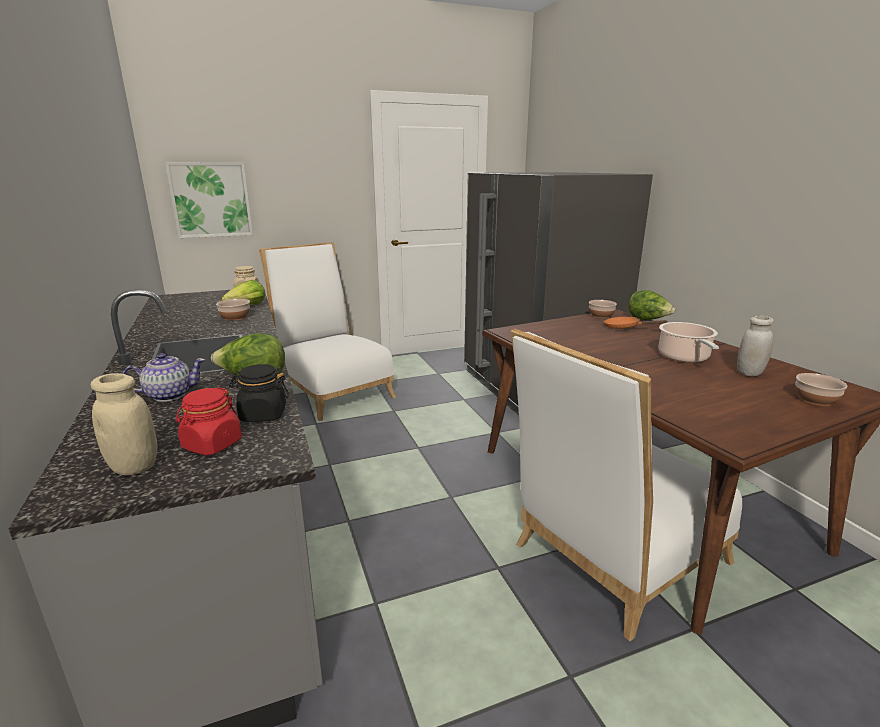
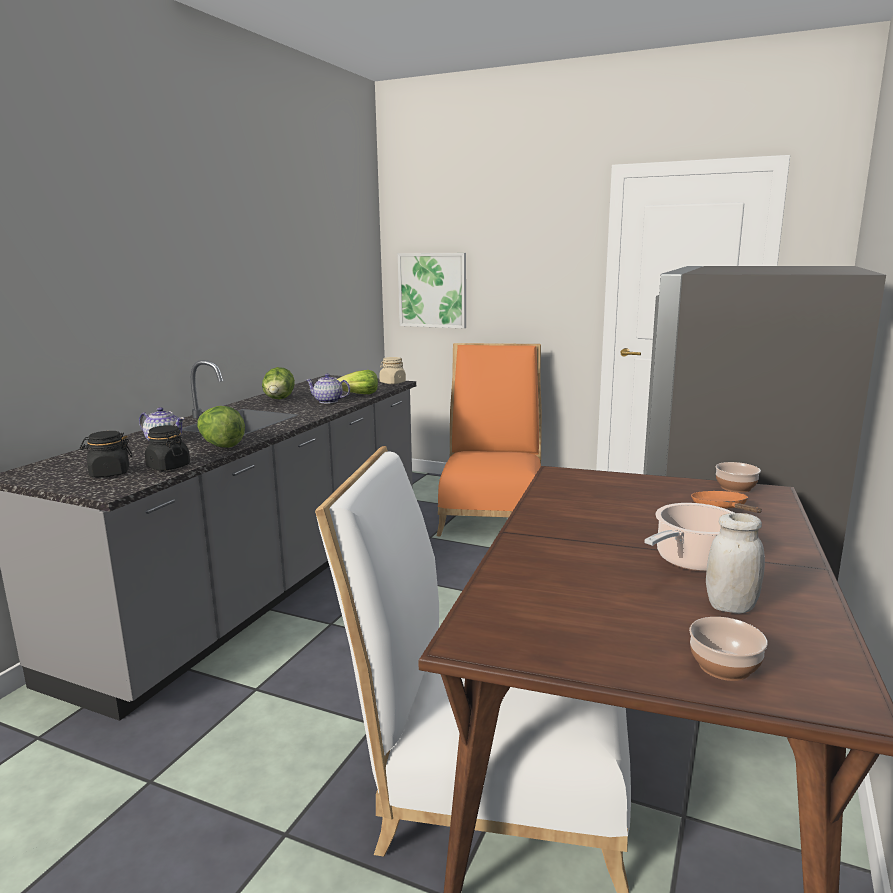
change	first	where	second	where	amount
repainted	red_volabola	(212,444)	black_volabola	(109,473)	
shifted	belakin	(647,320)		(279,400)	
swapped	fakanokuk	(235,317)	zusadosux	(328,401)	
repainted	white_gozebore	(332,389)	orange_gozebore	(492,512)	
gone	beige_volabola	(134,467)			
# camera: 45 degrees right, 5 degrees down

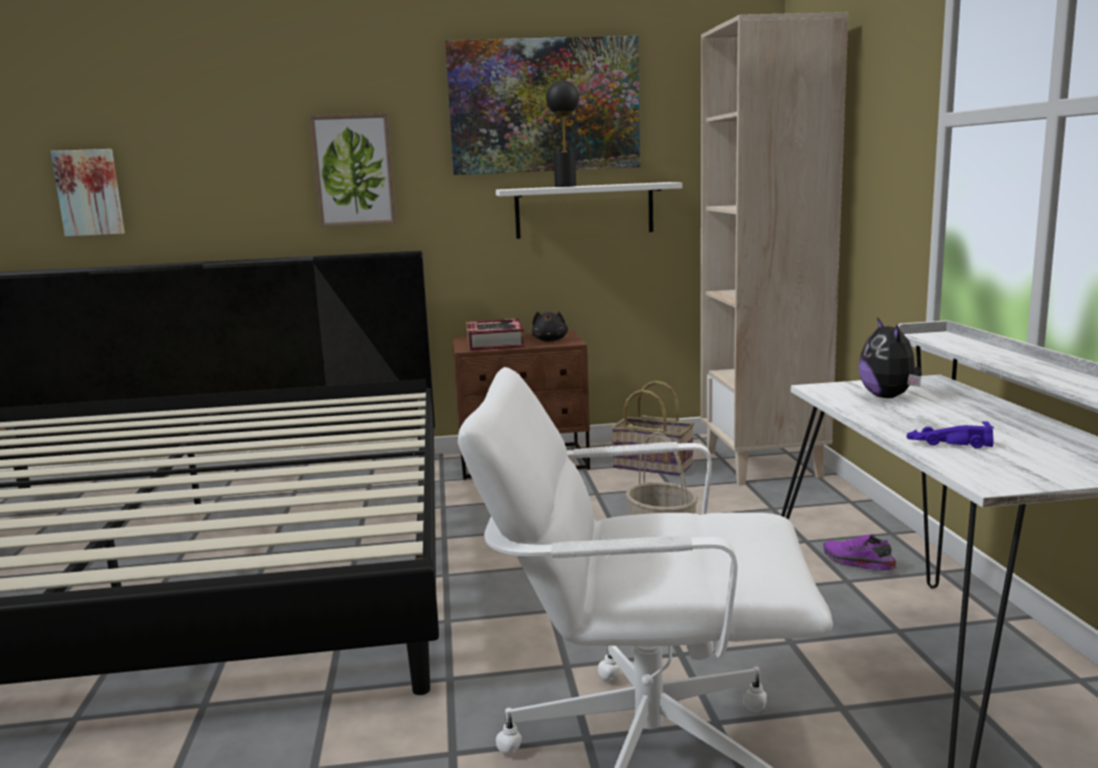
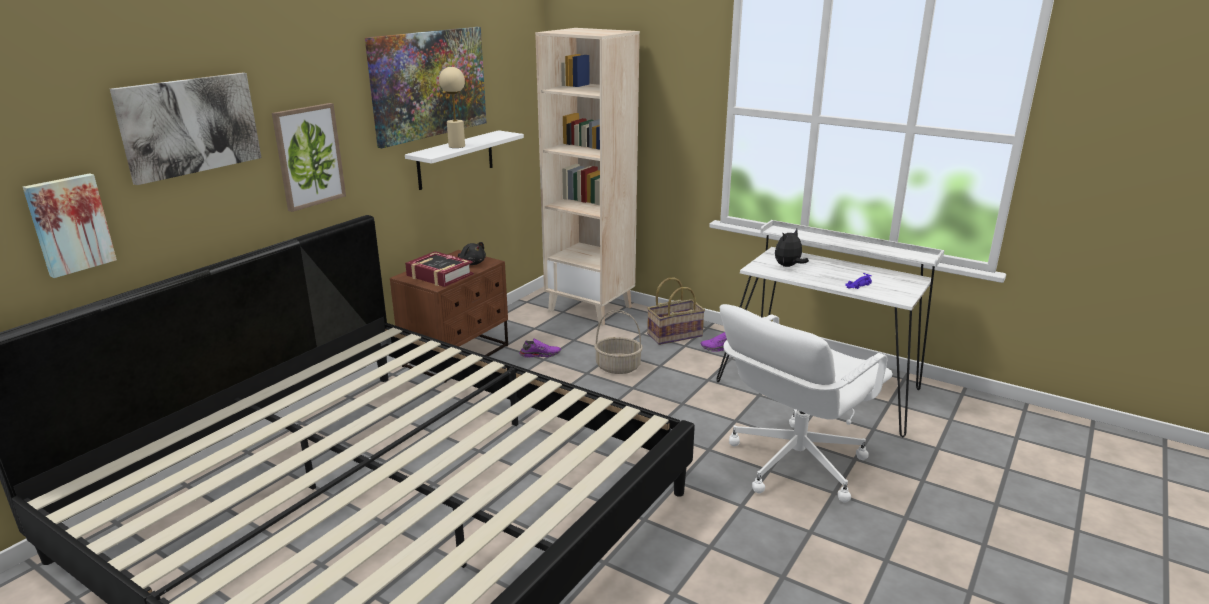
change	first	where	second	where	amount
new			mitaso	(189,125)	
repainted	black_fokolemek	(565,186)	beige_fokolemek	(457,146)	
new			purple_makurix	(540,354)	
shifted	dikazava	(653,465)		(674,335)	
rotated	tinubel	(889,397)		(788,266)	105 degrees clockwise
# camera: 50 degrees left, 10 degrees up

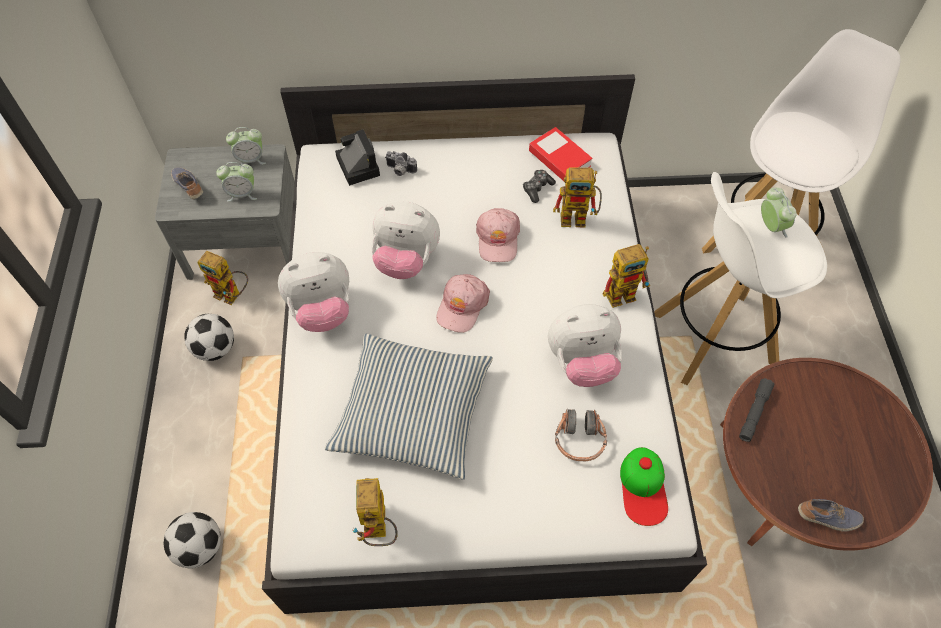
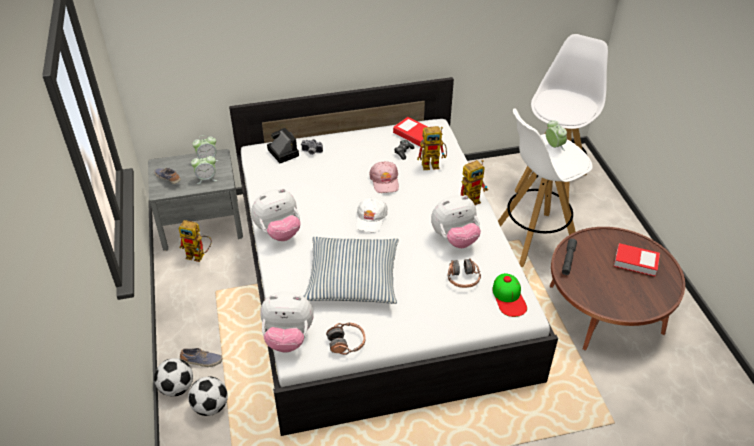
change	first	where	second	where	amount
shifted	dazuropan	(215,348)		(176,388)	
shifted	makurix	(828,518)		(201,361)	
shifted	tinubel	(406,260)		(288,338)	
swapped	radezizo	(379,530)	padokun	(346,343)	
repainted	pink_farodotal	(462,306)	white_farodotal	(370,218)	
new			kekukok	(635,262)	
# camera: 10 degrees left, 15 degrees down

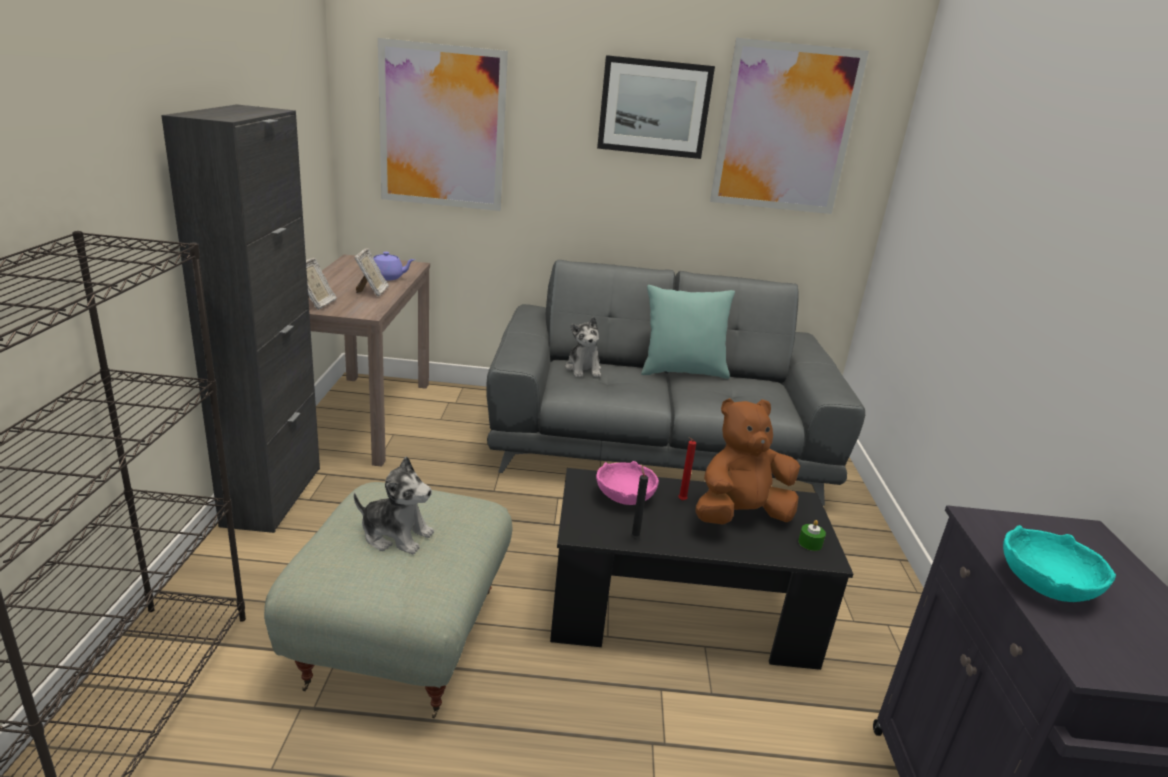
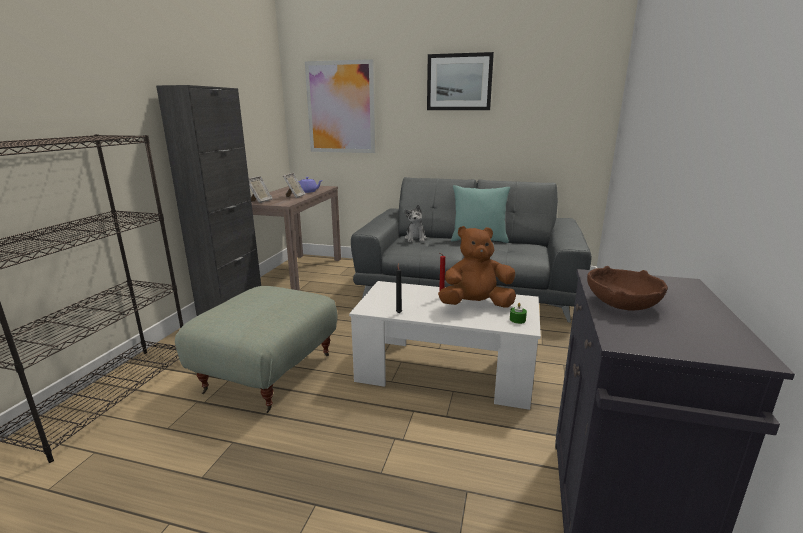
change	first	where	second	where	amount
repainted	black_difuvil	(680,609)	white_difuvil	(445,371)	
repainted	turquoise_fakanokuk	(1046,585)	brown_fakanokuk	(622,304)	
gone	tinubel	(396,535)			
gone	pink_fakanokuk	(625,497)			
gone	mitaso	(785,129)			
# camera: 15 degrees right, 5 degrees down

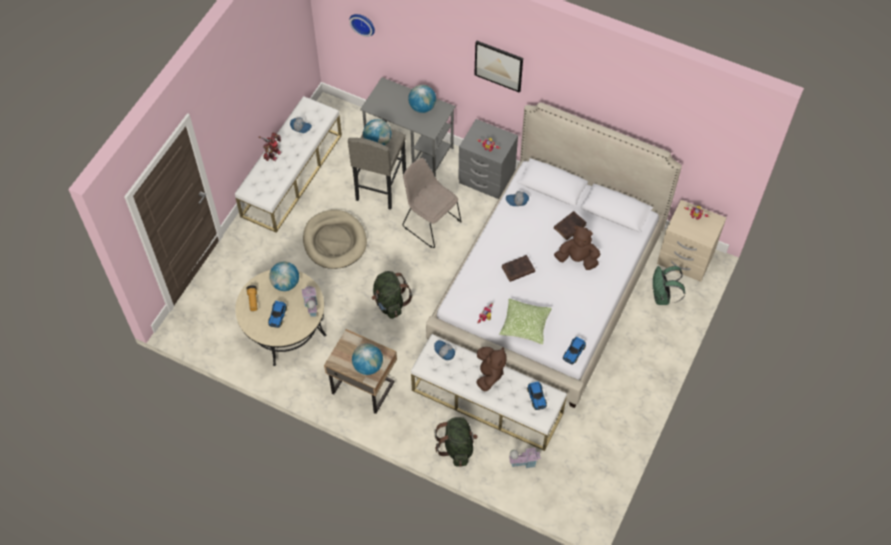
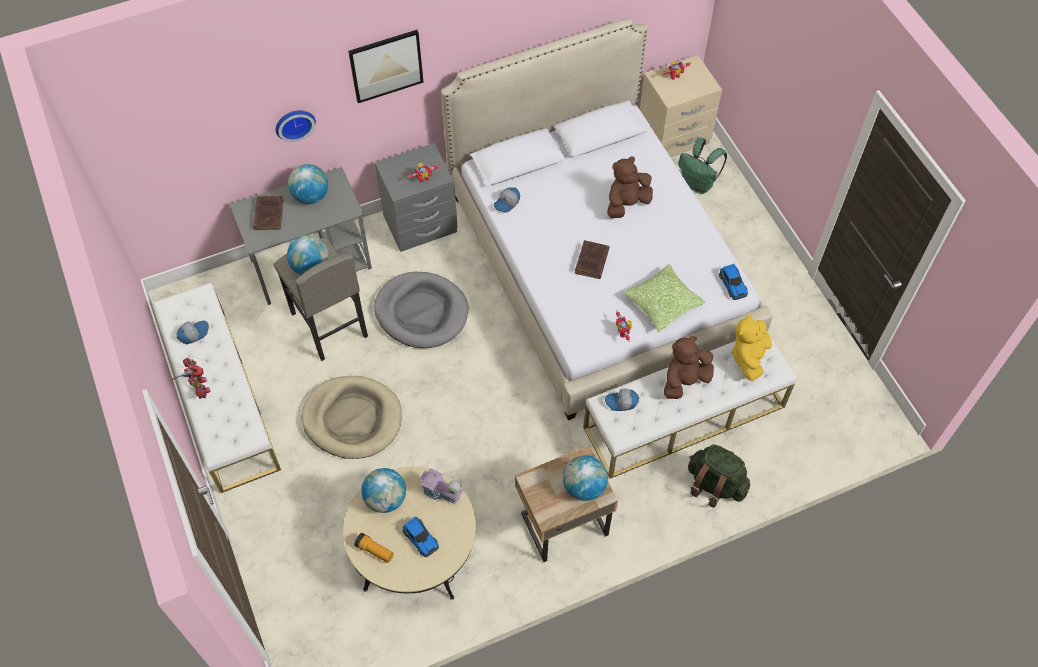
change	first	where	second	where	amount
shifted	brown_kekukok	(570,226)		(269,213)	
shifted	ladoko	(363,23)		(294,123)	
swapped	beige_gozebore	(430,222)	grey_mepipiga	(421,312)	
rotated	brown_tinubel	(489,374)		(685,380)	75 degrees counterclockwise
swapped	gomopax	(536,396)	yellow_tinubel	(749,357)	
gone	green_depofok	(390,302)			
gone	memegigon	(524,462)			
# camera: 50 degrees left, 0 degrees up

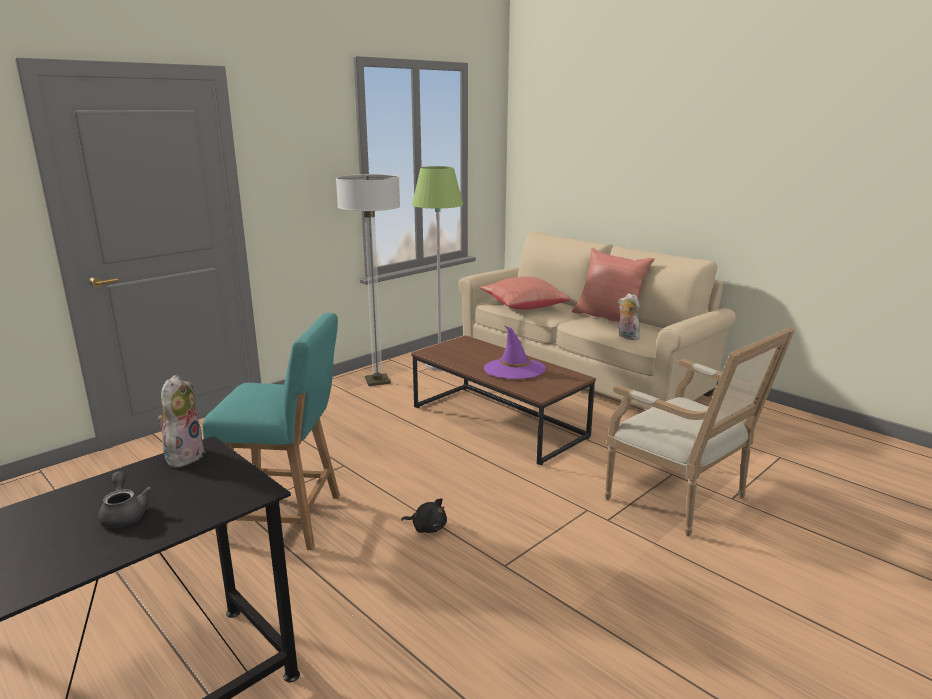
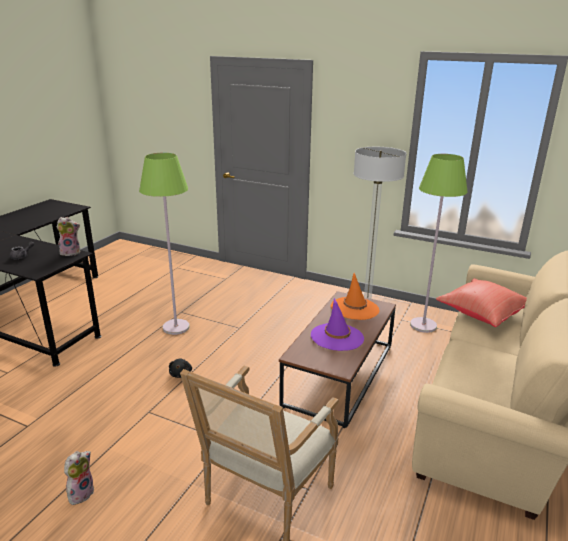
change	first	where	second	where	amount
shifted	tinubel	(626,337)		(81,493)	
swapped	turquoise_gozebore	(289,519)	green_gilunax	(176,327)	
new			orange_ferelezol	(354,308)	
gone	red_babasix	(609,318)			
# camera: 70 degrees right, 5 degrees up

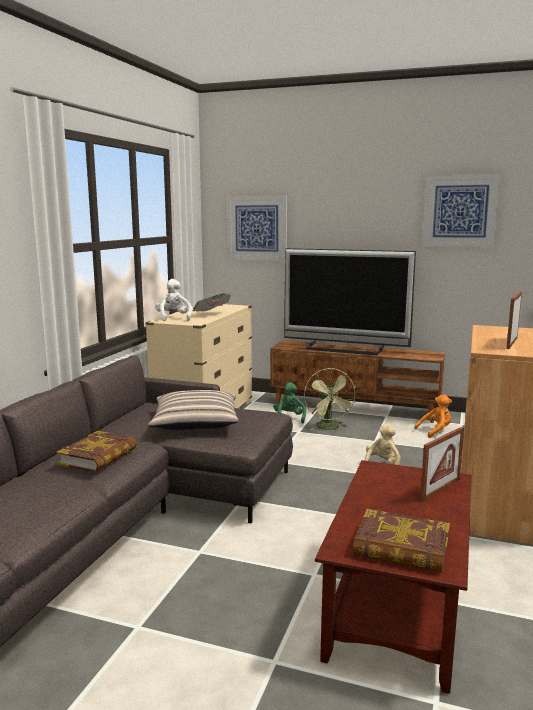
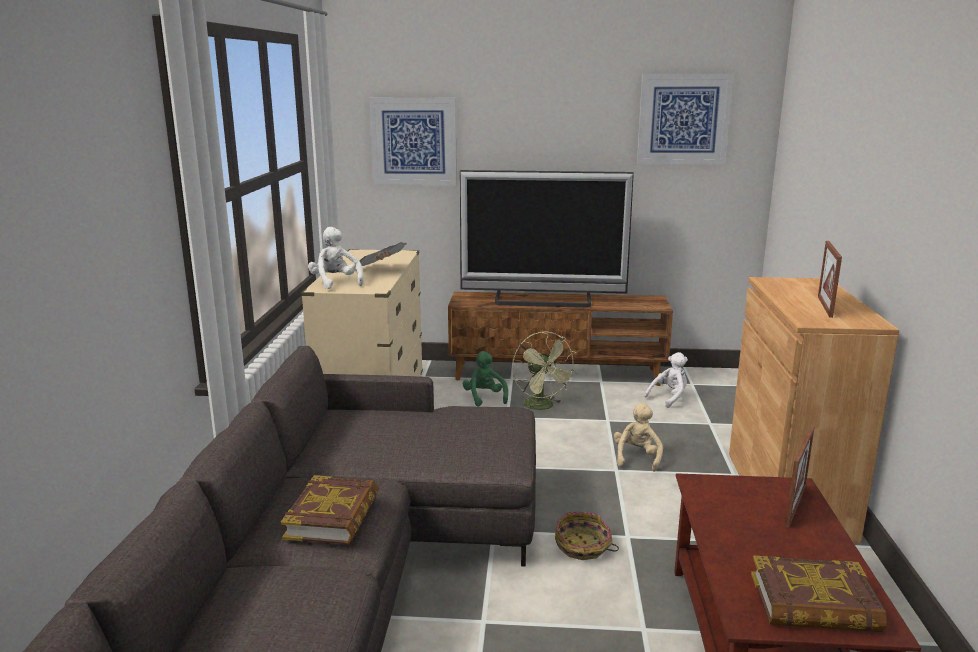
change	first	where	second	where	amount
new			dikazava	(583,546)	
repainted	orange_tinubel	(435,431)	white_tinubel	(669,398)	
gone	babasix	(195,422)			
# camera: 15 degrees left, 5 degrees up

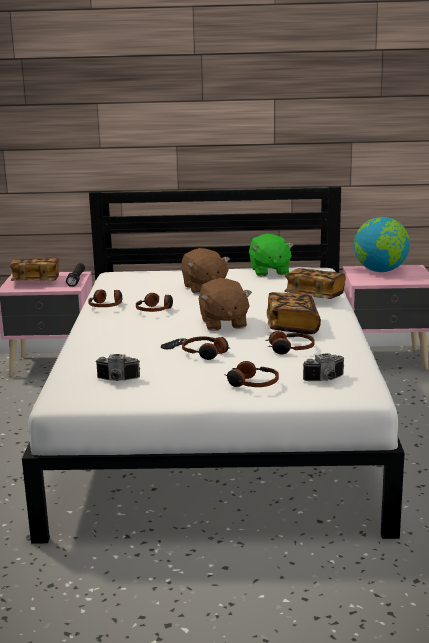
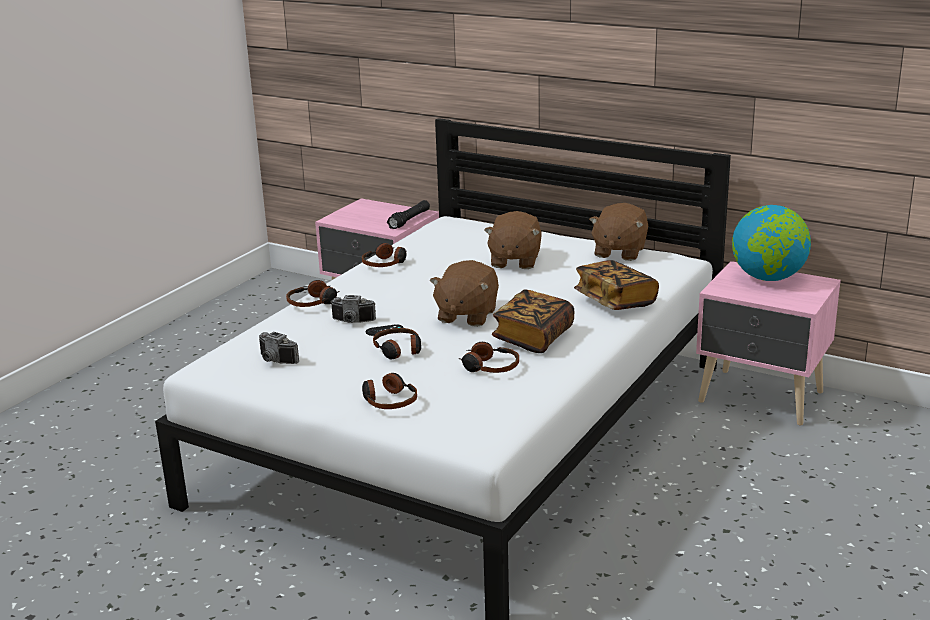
change	first	where	second	where	amount
shifted	padokun	(155,310)		(313,302)	
shifted	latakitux	(326,380)		(352,322)	
repainted	green_tinubel	(269,271)	brown_tinubel	(619,252)	
gone	kekukok	(36,281)			
# camera: 30 degrees right, 5 degrees up

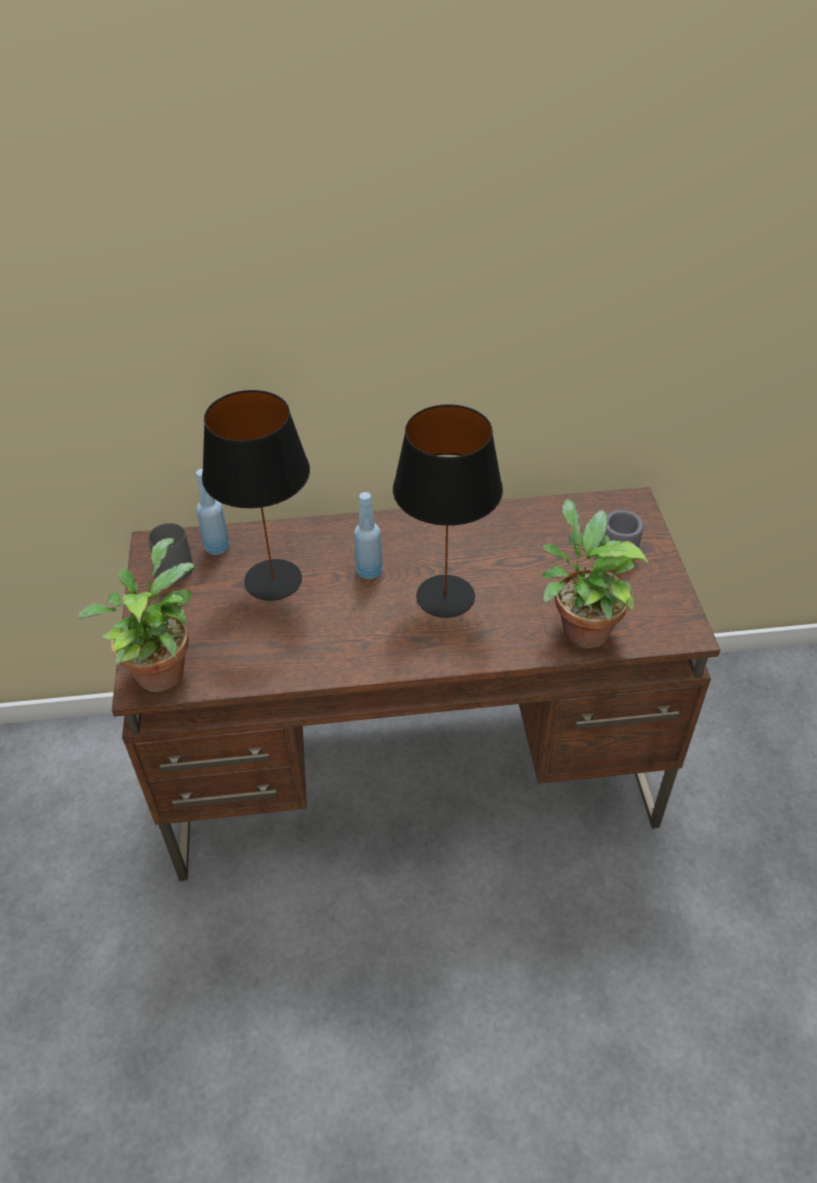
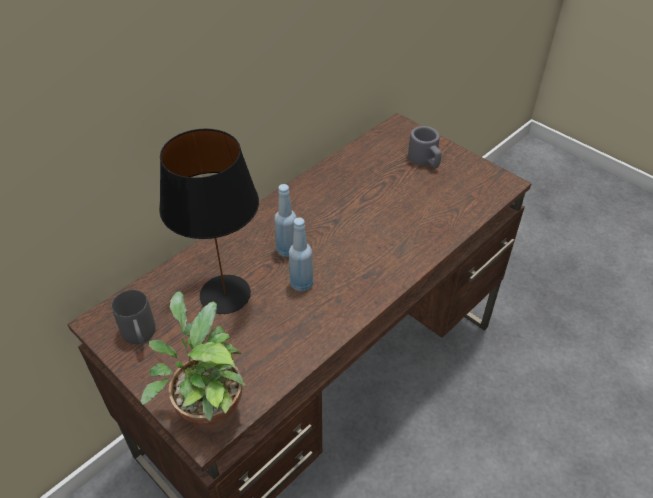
change	first	where	second	where	amount
shifted	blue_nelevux	(217,547)		(301,284)	
gone	black_fokolemek	(444,597)			
gone	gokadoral	(580,627)			
# camera: 40 degrees left, 0 degrees up

